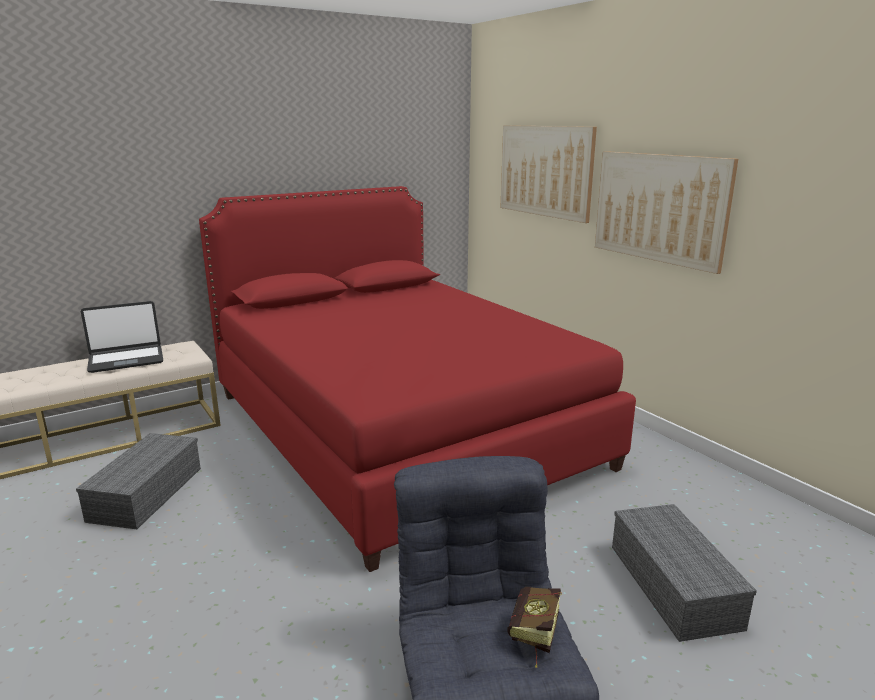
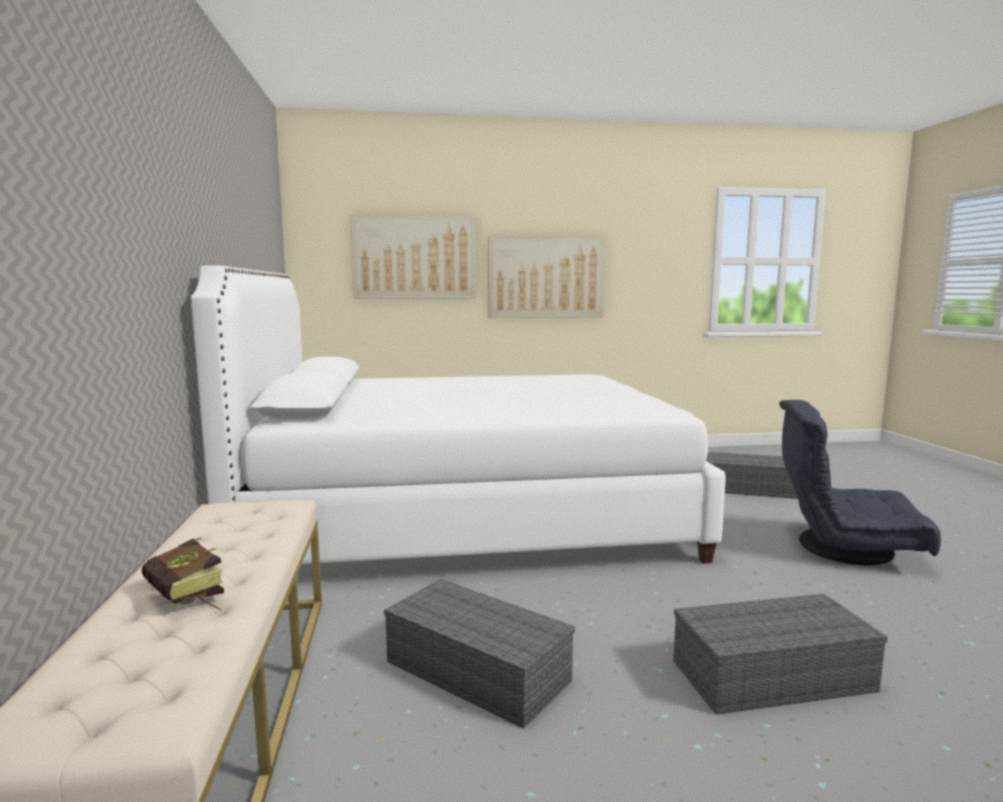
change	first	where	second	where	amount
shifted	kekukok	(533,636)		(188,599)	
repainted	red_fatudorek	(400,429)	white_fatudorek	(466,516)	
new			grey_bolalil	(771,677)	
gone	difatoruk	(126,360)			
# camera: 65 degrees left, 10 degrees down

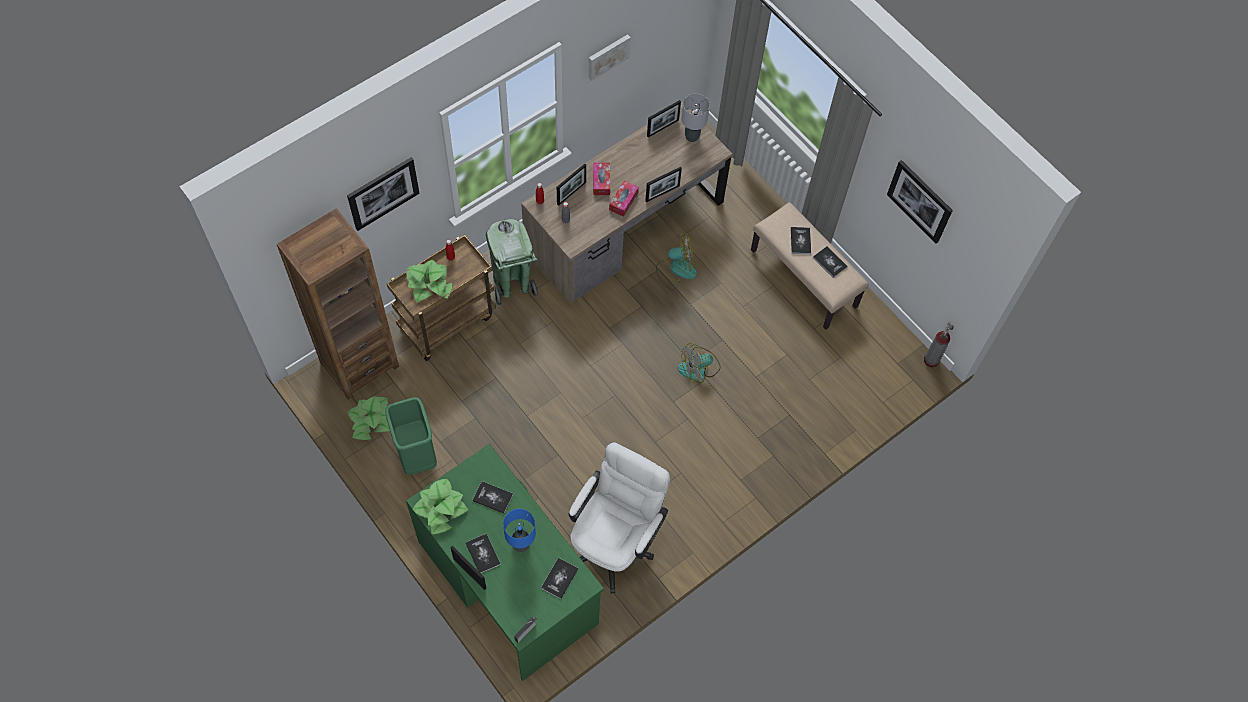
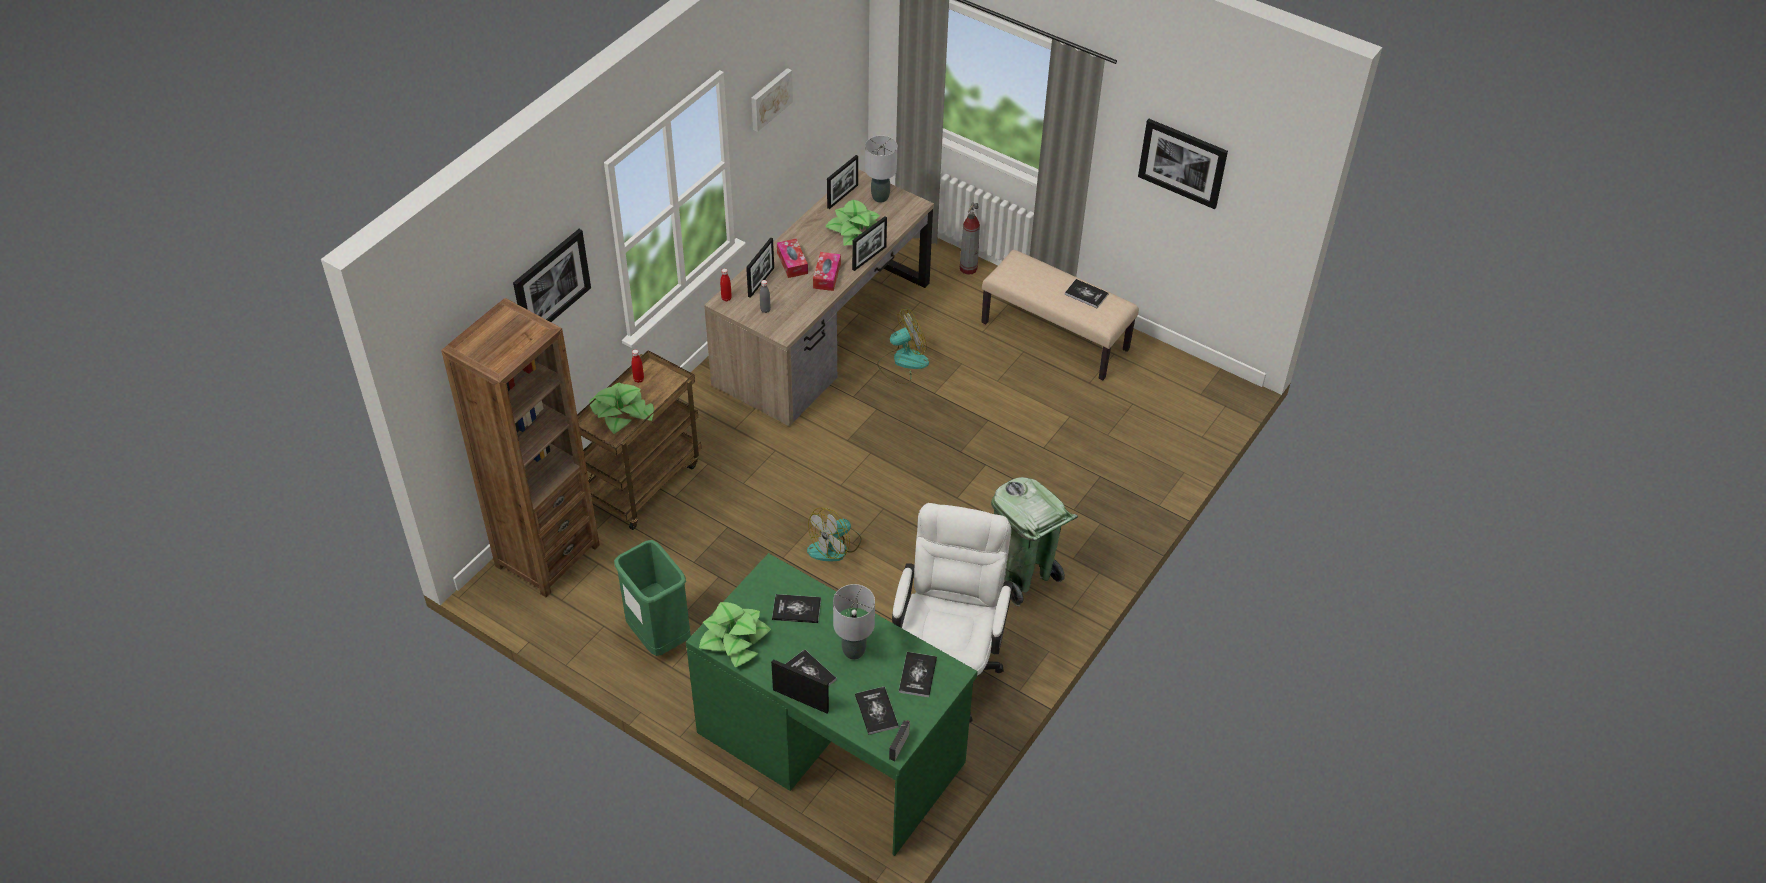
change	first	where	second	where	amount
shifted	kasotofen	(699,368)		(835,546)	
shifted	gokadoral	(371,420)		(854,230)	
repainted	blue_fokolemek	(521,544)	grey_fokolemek	(853,651)	
shifted	kekukok	(800,241)		(876,711)	
shifted	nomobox	(931,360)		(968,268)	
shifted	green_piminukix	(512,284)		(1023,575)	
# camera: 15 degrees left, 15 degrees down

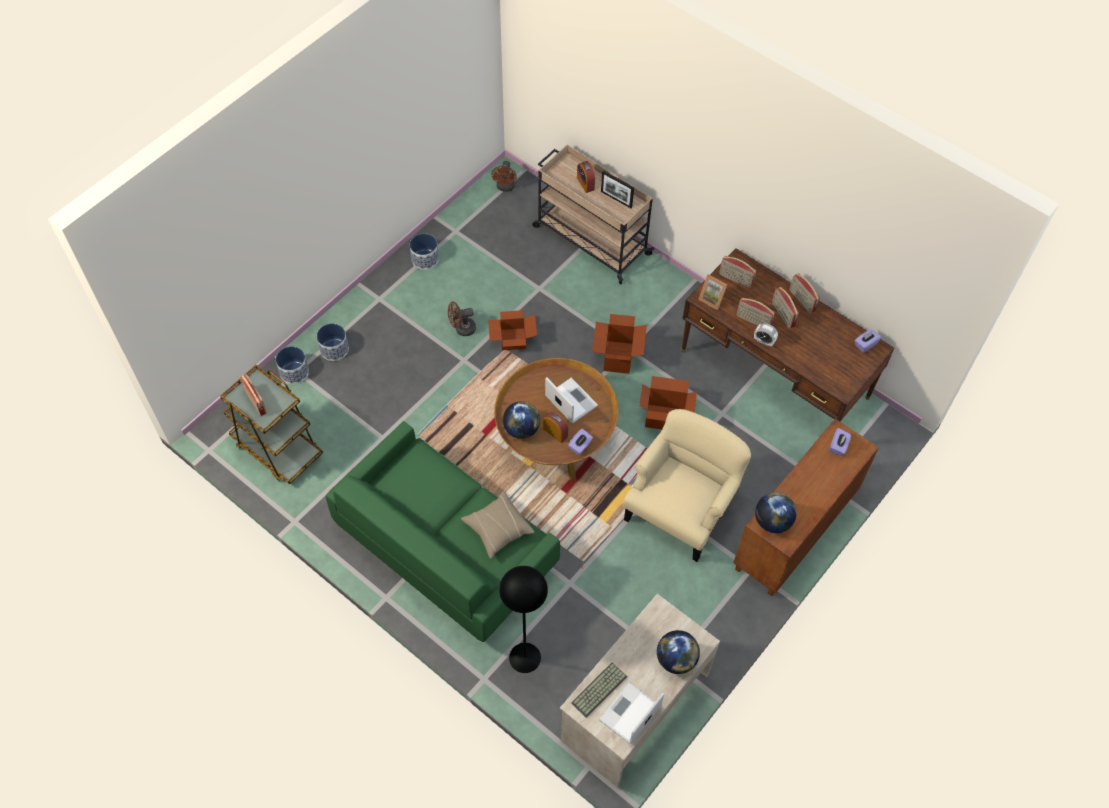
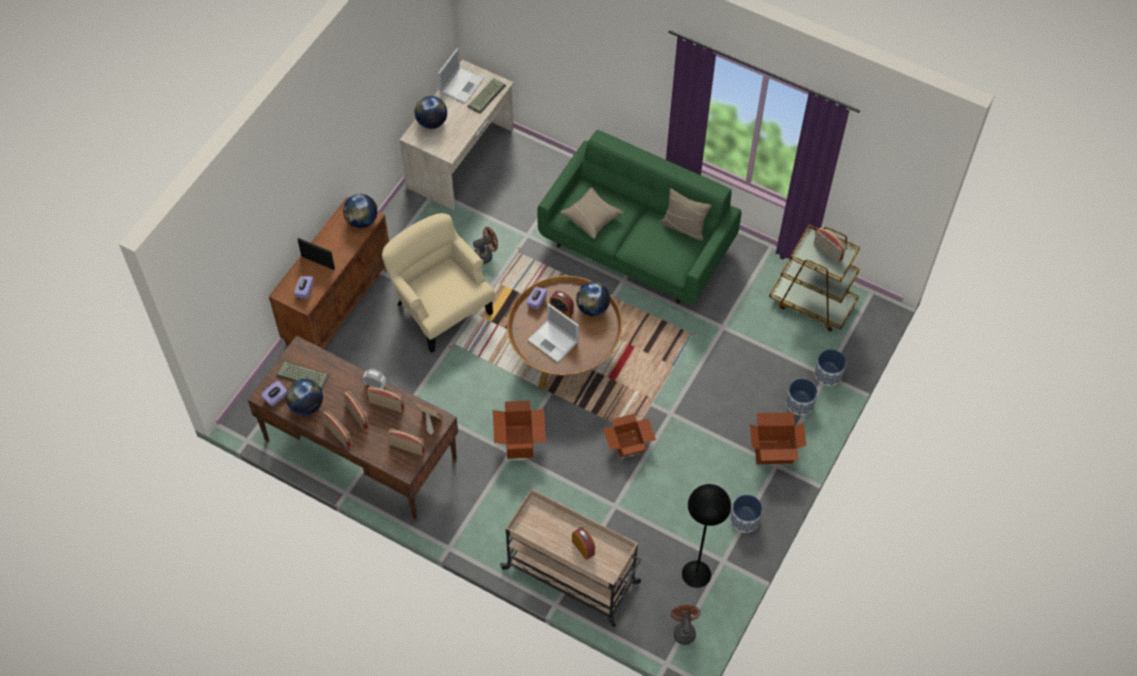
change	first	where	second	where	amount
new			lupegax	(302,376)	
new			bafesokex	(306,406)	
shifted	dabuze	(616,199)		(318,262)	
rotated	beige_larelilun	(680,509)		(440,308)	120 degrees clockwise
shifted	brown_kasotofen	(462,329)		(485,255)	
new			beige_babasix	(684,227)	
shifted	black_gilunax	(524,657)		(696,574)	
shifted	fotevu	(664,417)		(773,452)	
# camera: 170 degrees right, 0 degrees up

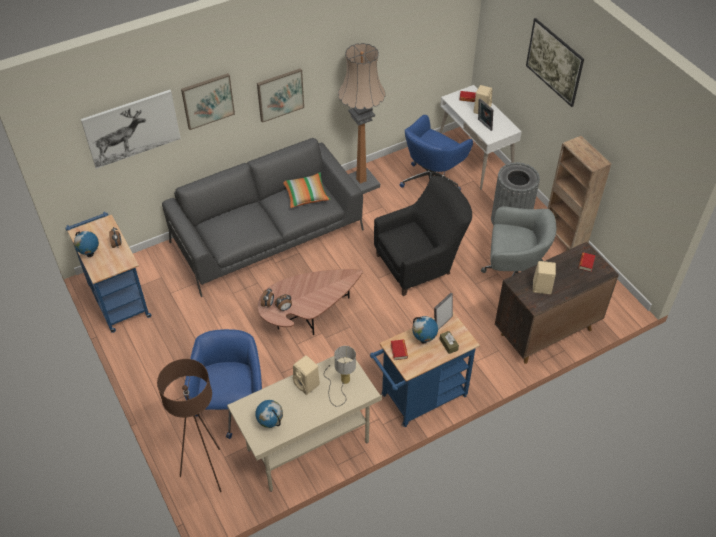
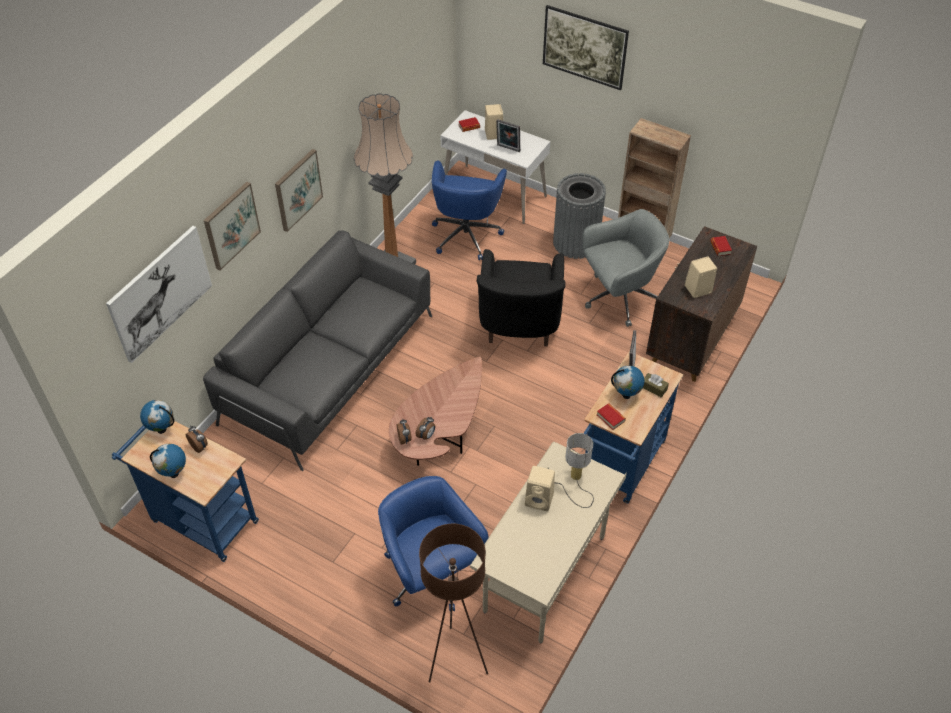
change	first	where	second	where	amount
shifted	bafesokex	(270,424)		(162,429)	
rotated	black_larelilun	(421,263)		(519,326)	150 degrees clockwise
gone	babasix	(306,195)			
# camera: 30 degrees left, 0 degrees up

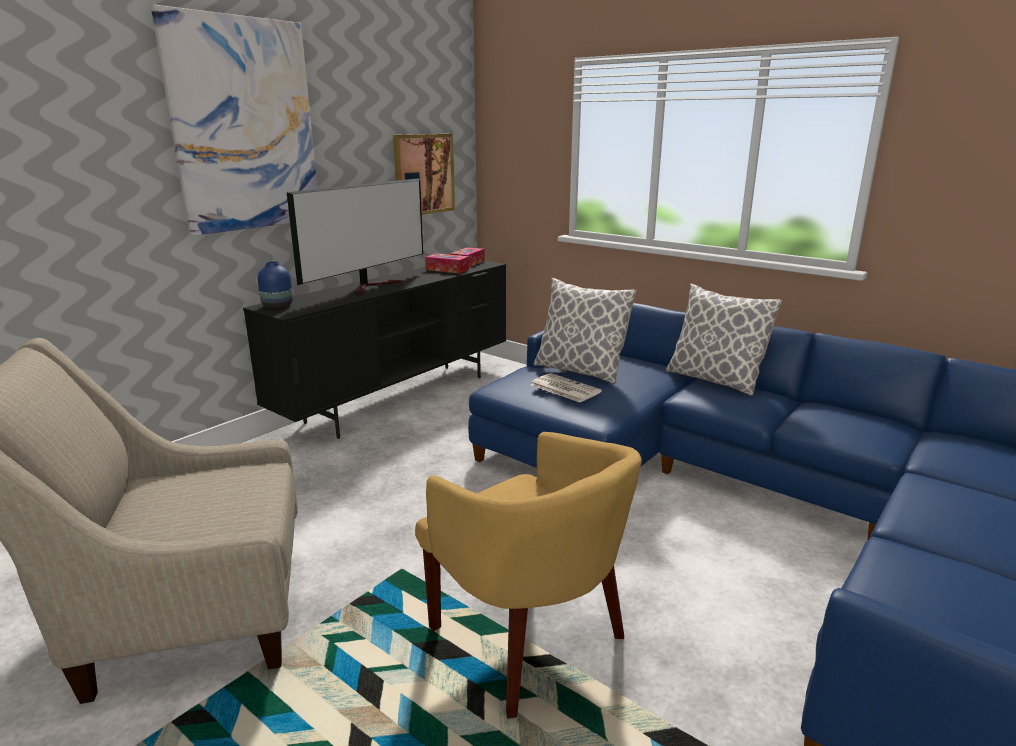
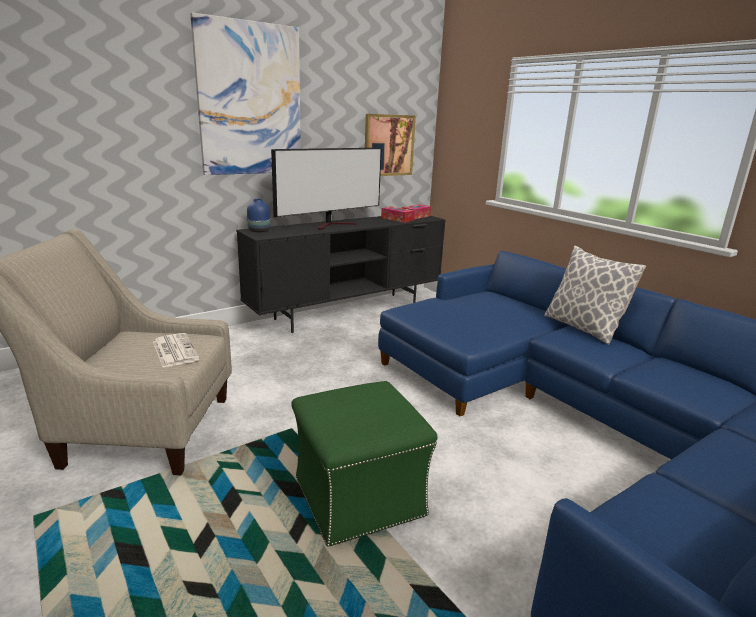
change	first	where	second	where	amount
shifted	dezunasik	(564,388)		(174,350)	
swapped	yellow_larelilun	(529,640)	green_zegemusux	(357,497)	
gone	babasix	(579,371)			
# camera: 15 degrees right, 0 degrees up

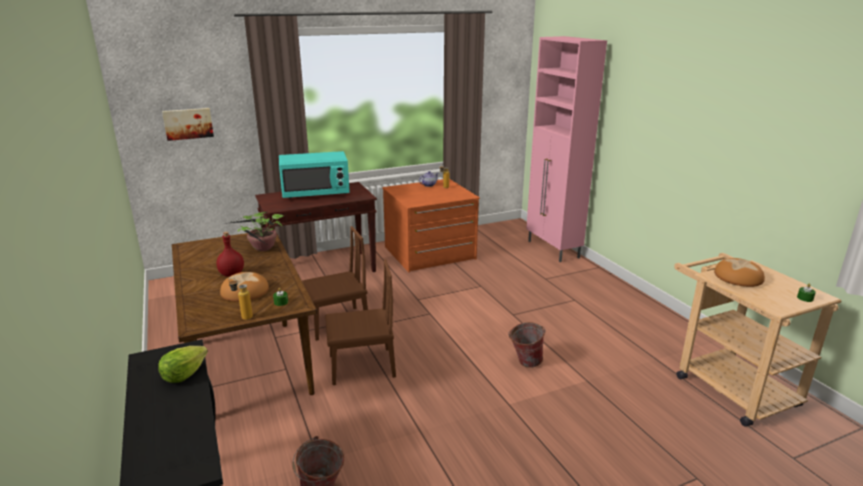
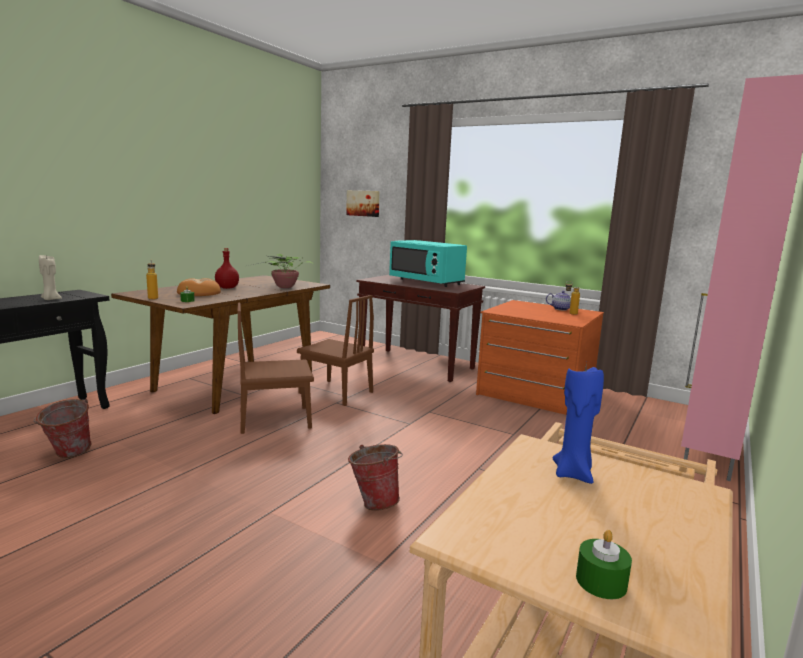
change	first	where	second	where	amount
swapped	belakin	(184,375)	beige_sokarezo	(50,299)	
rotated	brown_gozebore	(361,366)		(275,419)	120 degrees clockwise
swapped	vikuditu	(738,277)	blue_sokarezo	(573,473)	
# camera: 55 degrees right, 10 degrees down

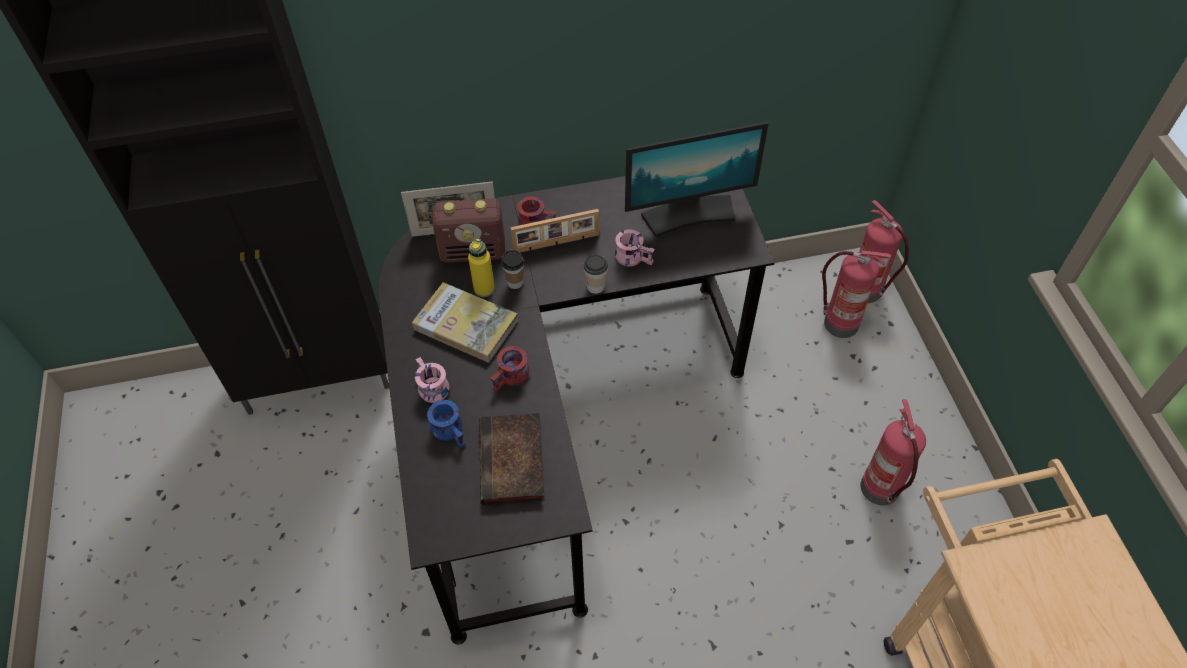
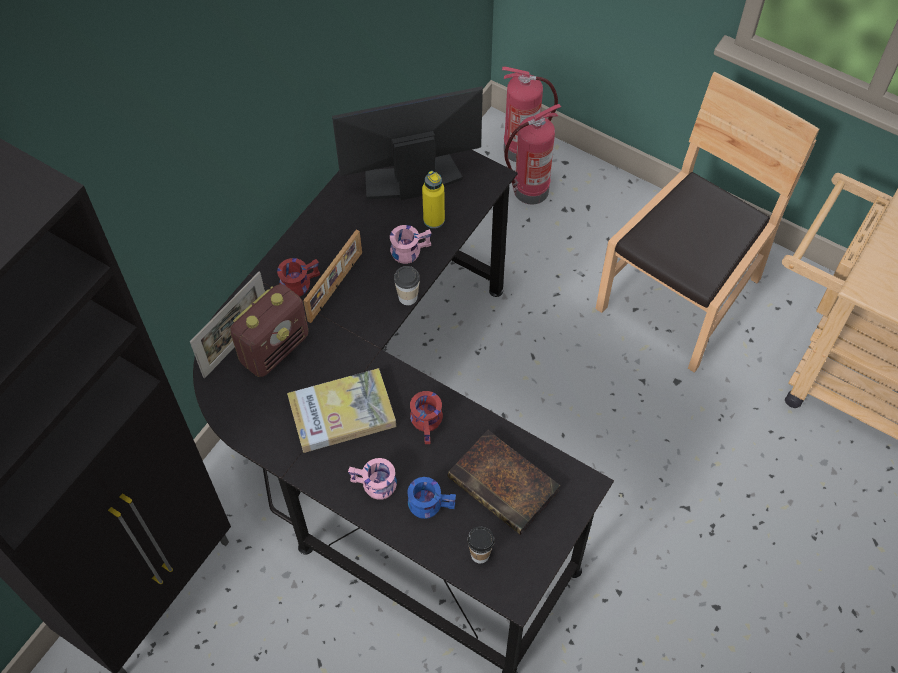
change	first	where	second	where	amount
rotated	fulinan	(689,214)		(412,180)	135 degrees counterclockwise
shifted	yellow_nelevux	(484,289)		(434,219)	
shifted	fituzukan	(515,283)		(480,554)	
swapped	nomobox	(881,489)	brown_gozebore	(681,296)	
# camera: 45 degrees left, 5 degrees up

